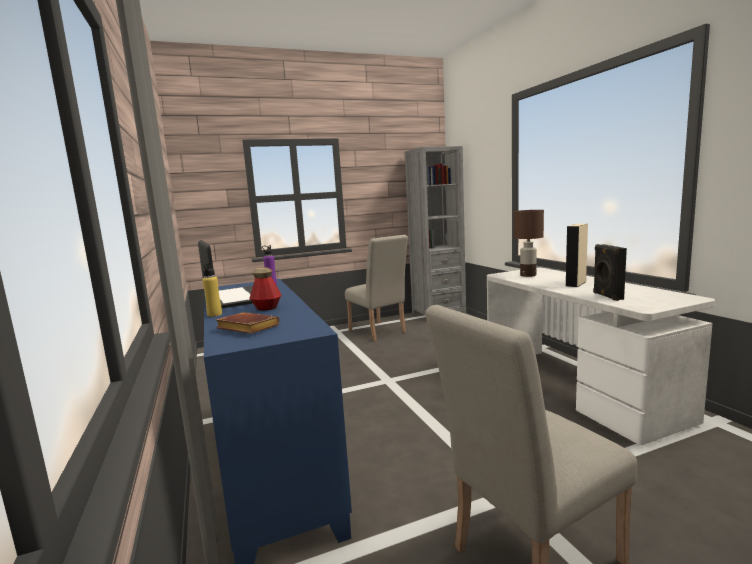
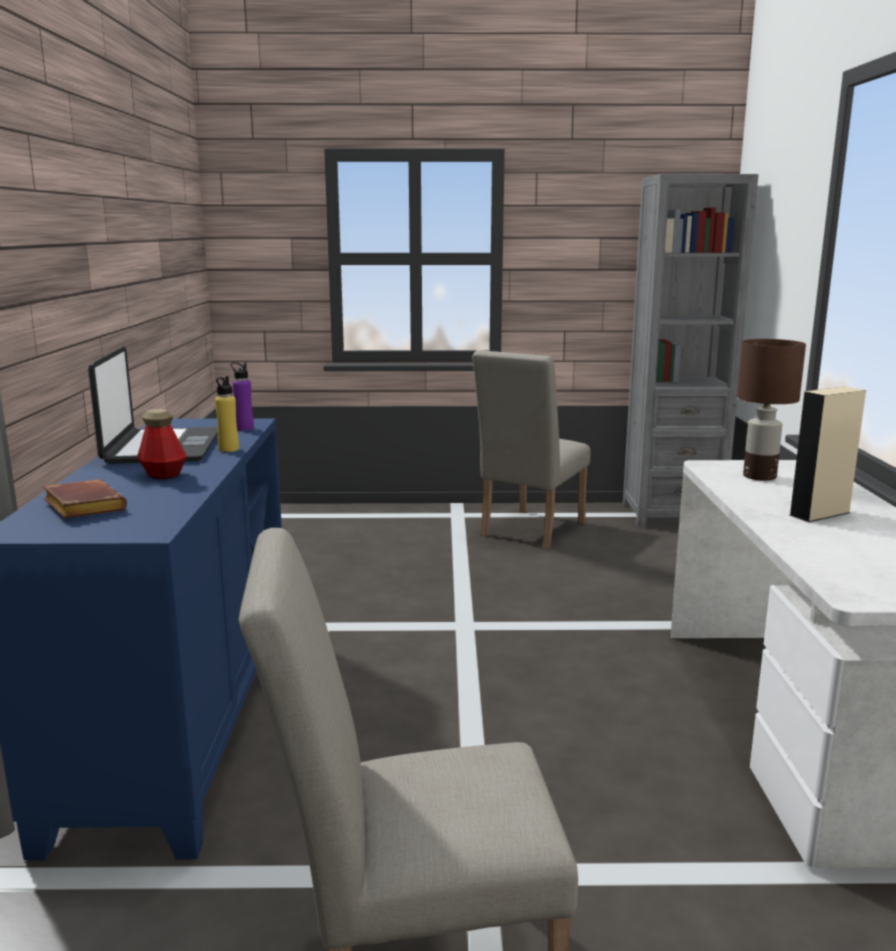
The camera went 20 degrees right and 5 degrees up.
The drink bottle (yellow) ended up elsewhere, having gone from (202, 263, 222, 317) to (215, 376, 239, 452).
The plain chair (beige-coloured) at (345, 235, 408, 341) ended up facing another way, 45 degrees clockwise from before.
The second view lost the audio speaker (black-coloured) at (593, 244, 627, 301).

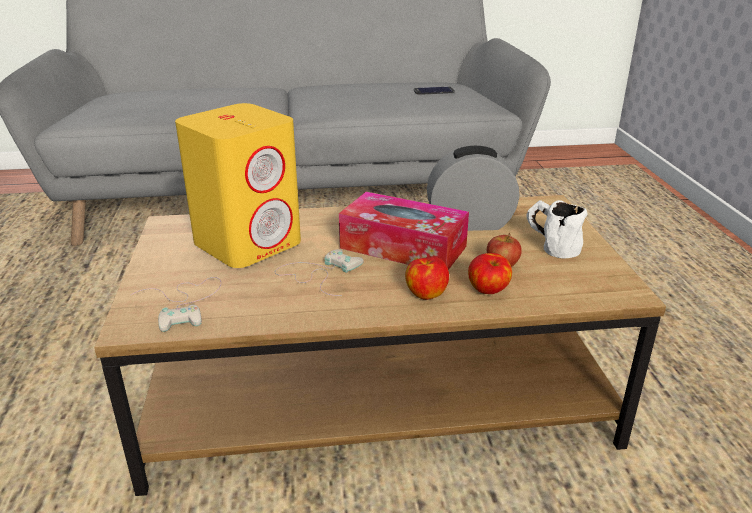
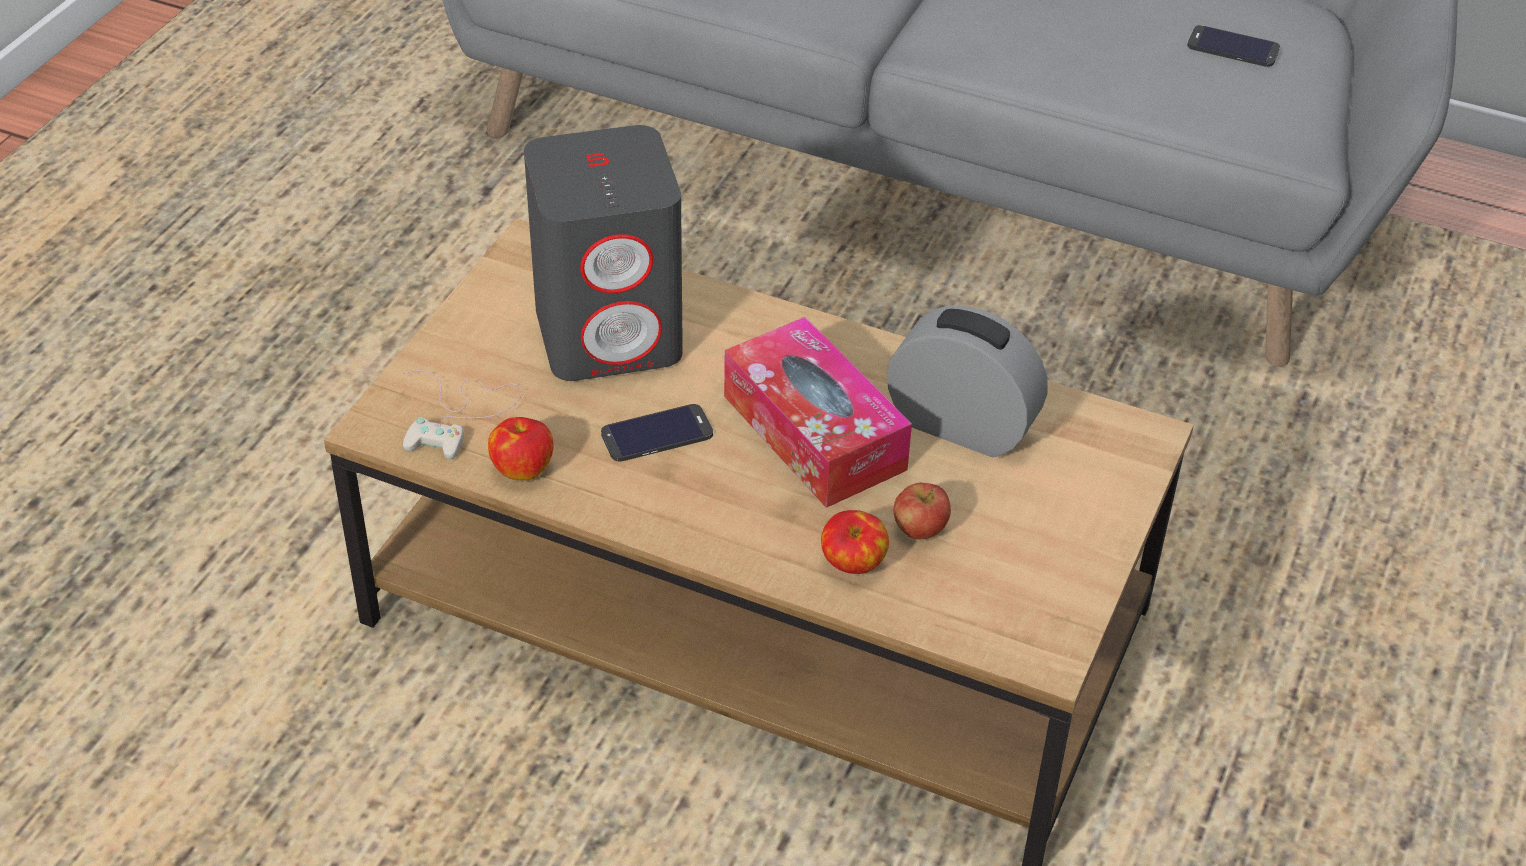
The camera went 30 degrees right and 15 degrees up.
The whole apple ended up elsewhere, having gone from (405, 256, 449, 300) to (488, 417, 553, 480).
What was the audio speaker (yellow) at (175, 103, 301, 268) turned into the audio speaker (greyish) at (524, 125, 683, 381).
Where the game controller (white) stood at (275, 249, 364, 296), the telephone came to stand at (601, 404, 713, 462).
The second view lost the mug (white) at (526, 200, 588, 259).

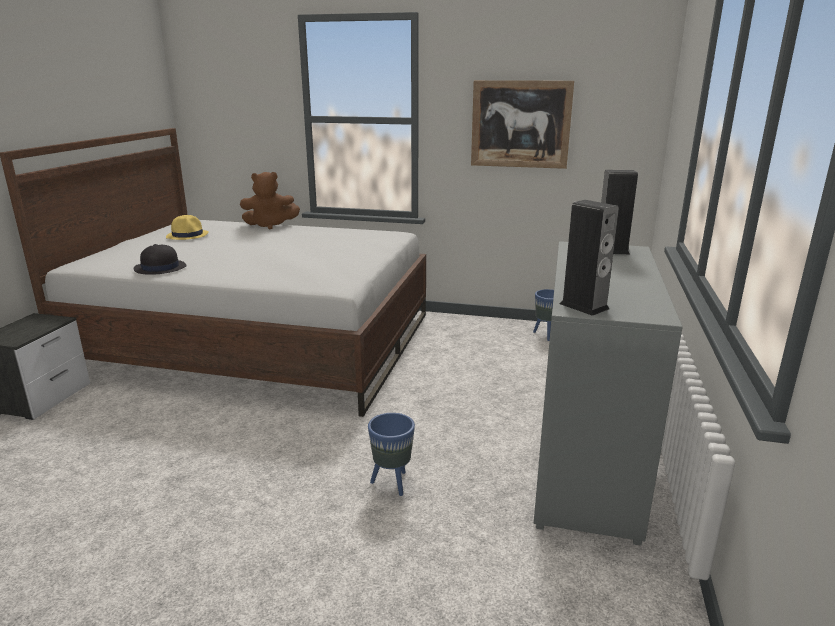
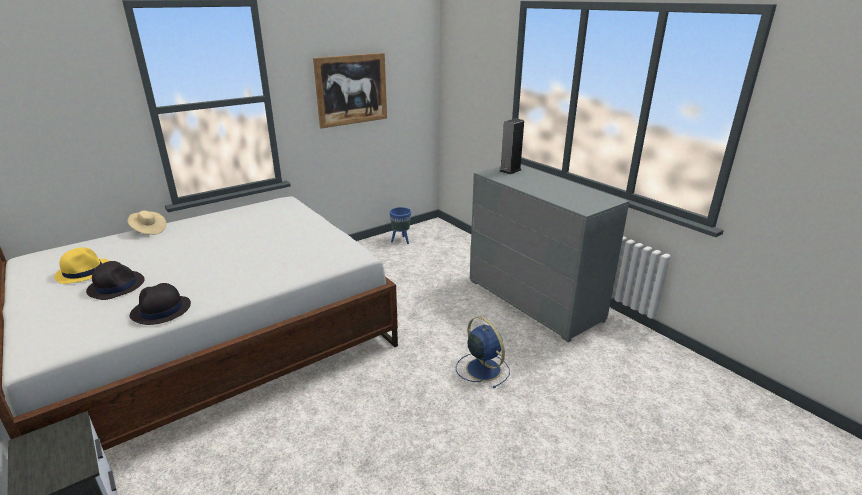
The camera went 50 degrees left and 5 degrees up.
The second view gained the hat (black-coloured) at (86, 261, 145, 300).
Where the soft toy (brownish) stood at (240, 172, 300, 229), the hat (beige-coloured) came to stand at (128, 210, 166, 235).
Where the plant pot (bluish) stood at (368, 413, 415, 496), the fan (bluish) came to stand at (456, 316, 510, 388).
The second view lost the audio speaker at (560, 200, 619, 316).

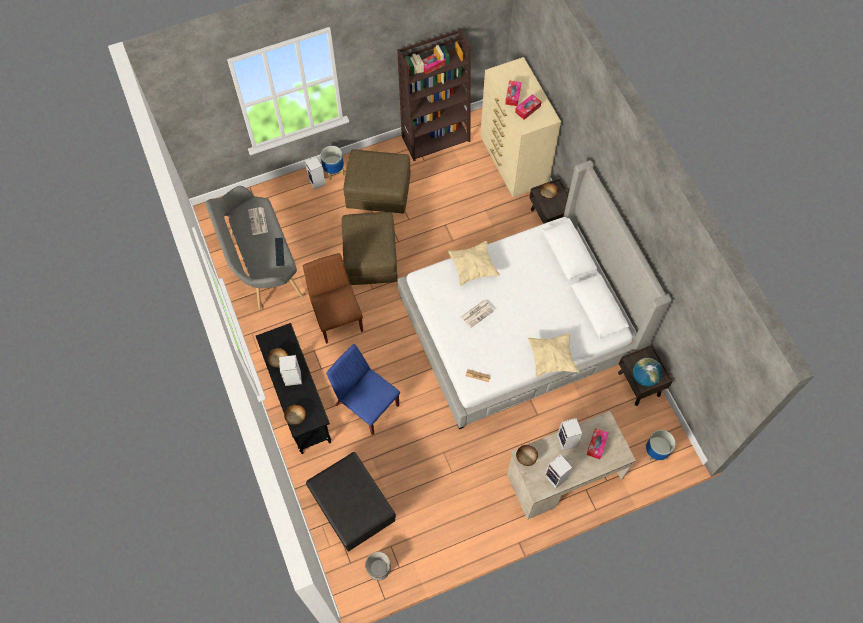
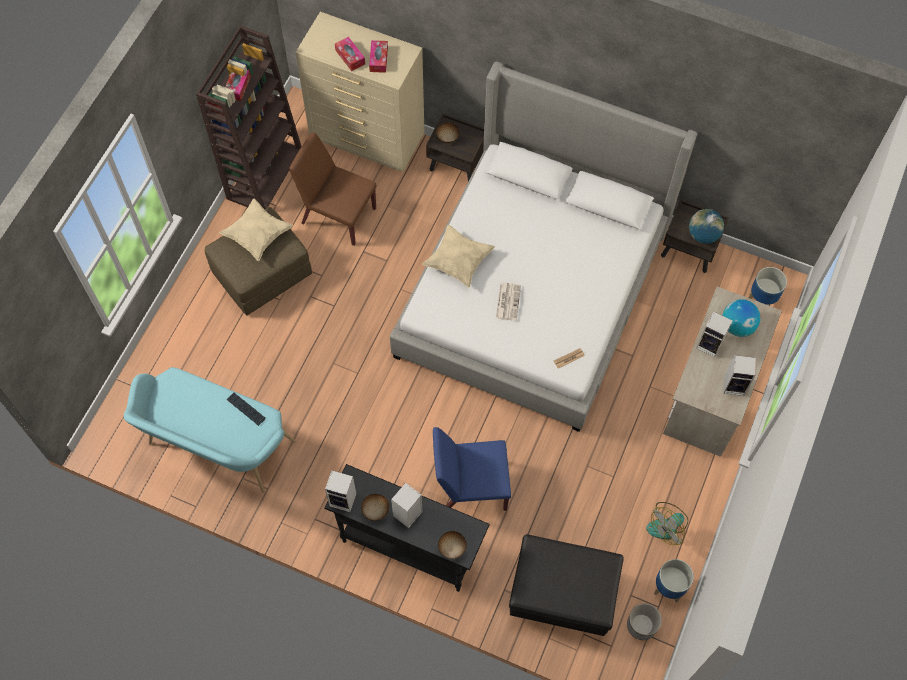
The camera went 45 degrees left and 0 degrees up.
What was the bench (greyish) at (206, 186, 303, 310) turned into the bench (turquoise) at (124, 367, 296, 493).
The cushion (beige-coloured) ended up elsewhere, having gone from (528, 333, 579, 378) to (220, 199, 293, 261).
The plain chair (brownish) ended up elsewhere, having gone from (303, 253, 363, 344) to (289, 132, 377, 246).
The audio speaker ended up elsewhere, having gone from (305, 156, 326, 190) to (325, 470, 356, 512).
The second view gained the fan at (646, 502, 688, 545).
The plant pot ended up elsewhere, having gone from (320, 146, 344, 181) to (654, 559, 694, 603).
Where the tissue box stood at (587, 428, 608, 459), the desk globe came to stand at (722, 299, 760, 337).
The second view lost the daily paper at (248, 207, 268, 235).
The second view lost the pouffe (brownish) at (342, 212, 398, 285).
The second view lost the serving bowl at (516, 445, 538, 466).

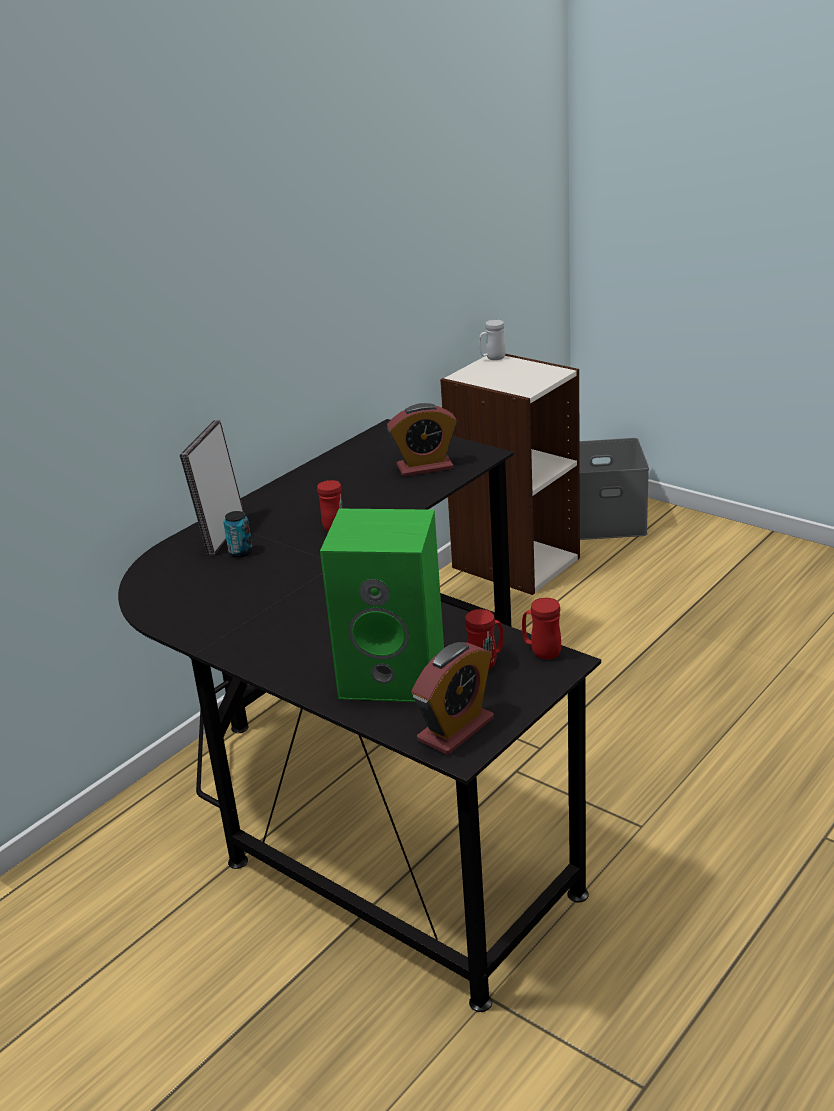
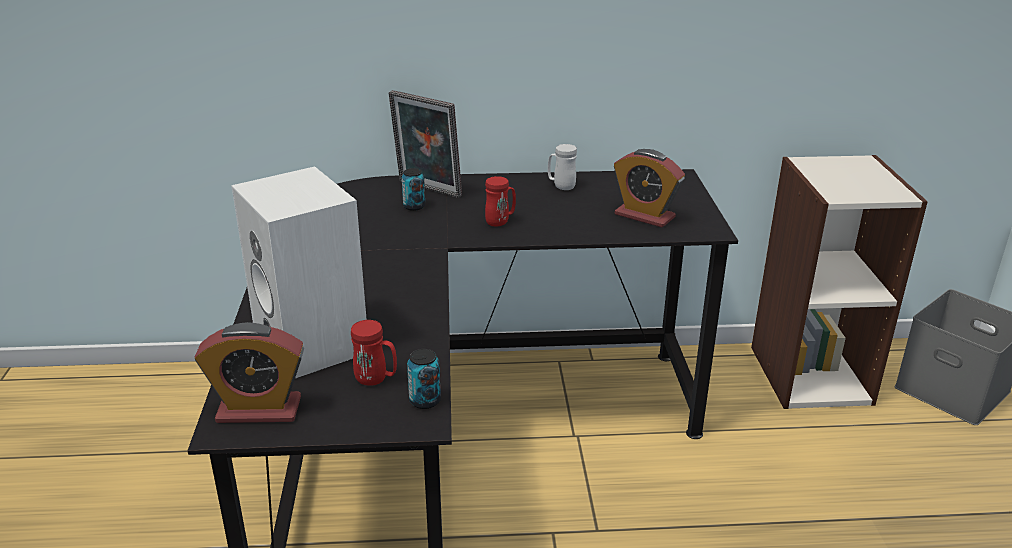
The camera went 45 degrees right and 0 degrees up.
What was the audio speaker (green) at (320, 509, 444, 702) turned into the audio speaker (white) at (231, 166, 367, 378).
The picture frame at (180, 420, 244, 556) ended up facing another way, 120 degrees counterclockwise from before.
Where the mug (red) stood at (522, 598, 561, 659), the sealed can came to stand at (407, 349, 441, 409).
The mug (white) ended up elsewhere, having gone from (479, 320, 506, 360) to (548, 144, 577, 190).

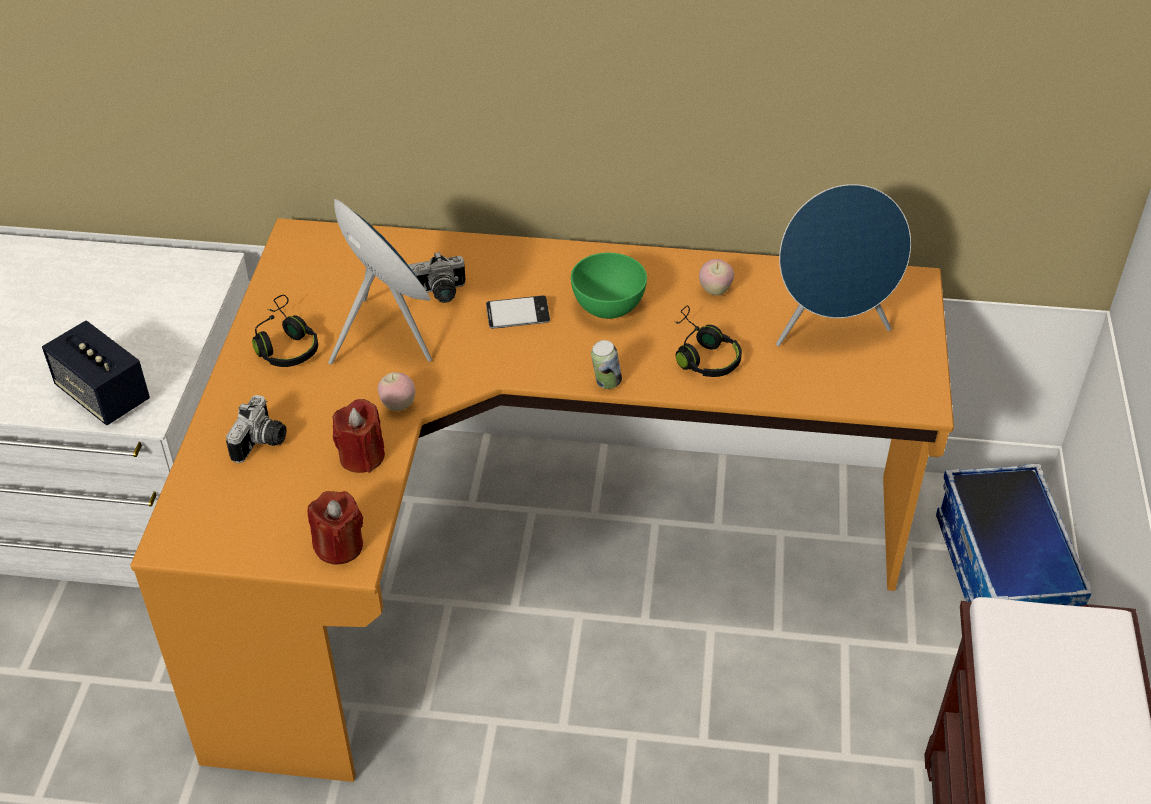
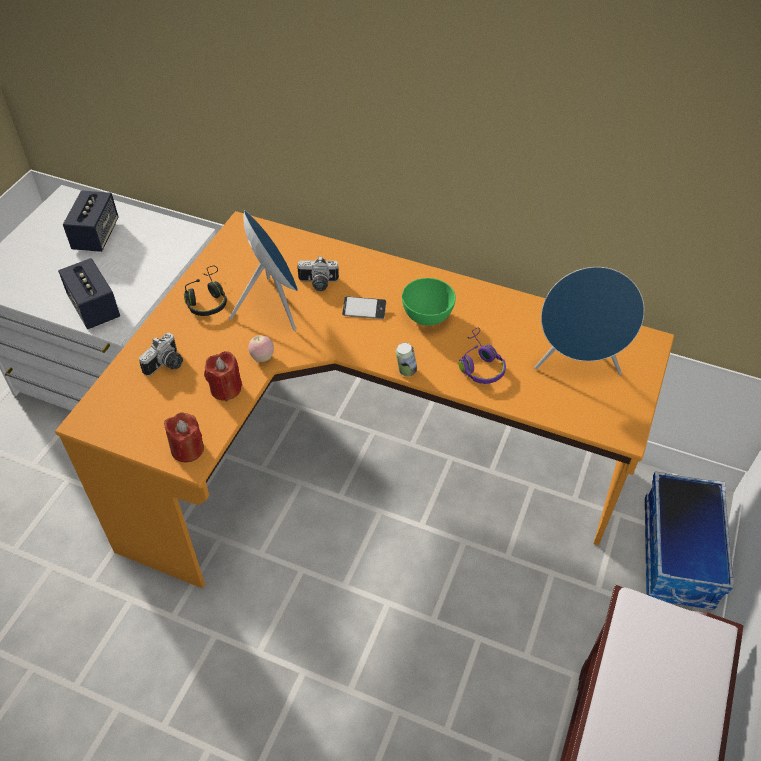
The camera went 15 degrees right and 5 degrees up.
The second view gained the audio speaker at (63, 190, 119, 252).
What was the headset (black-coloured) at (674, 305, 742, 377) turned into the headset (purple-coloured) at (459, 327, 506, 384).
The second view lost the whole apple at (699, 259, 734, 296).

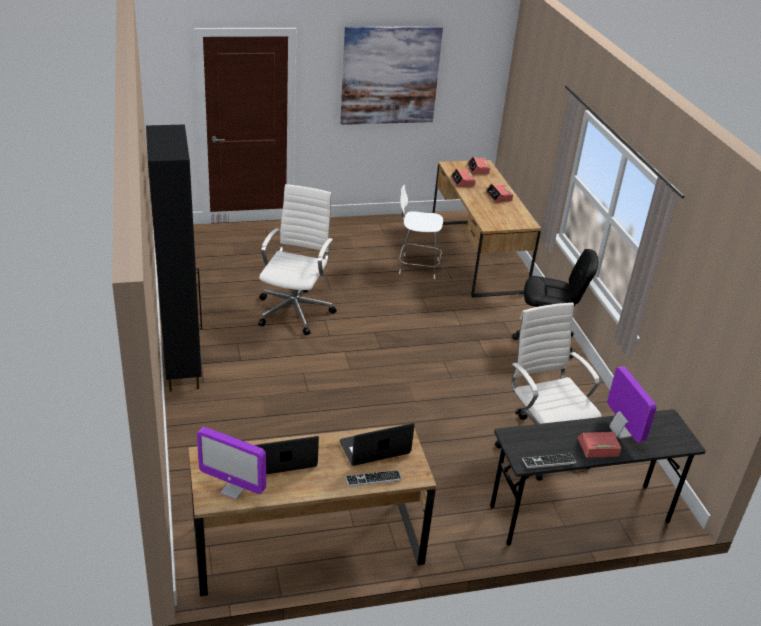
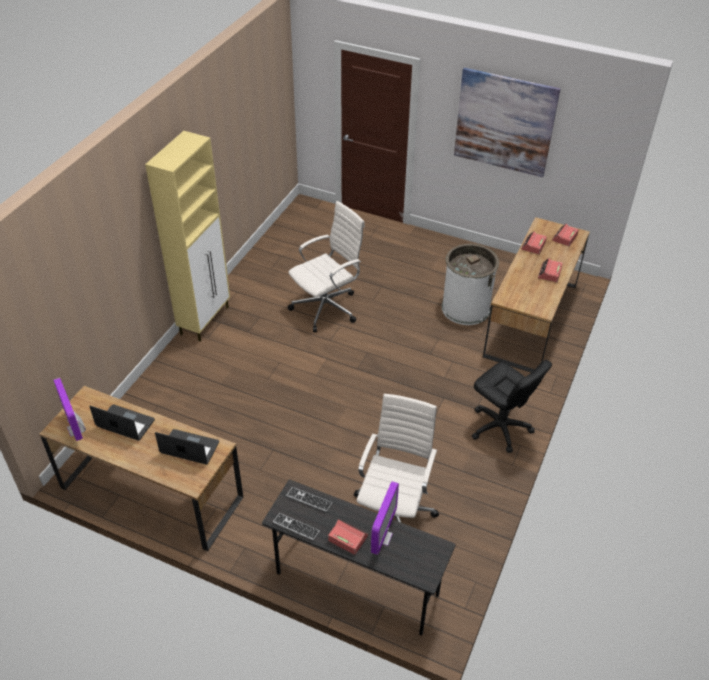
The camera went 40 degrees right and 10 degrees up.
What was the cupboard (black-coloured) at (146, 124, 202, 392) turned into the cupboard (beige-coloured) at (145, 131, 230, 342).
The keyboard ended up elsewhere, having gone from (345, 470, 402, 487) to (286, 487, 332, 512).
Where the plain chair (white) stood at (399, 185, 443, 279), the rubbish bin (white) came to stand at (442, 244, 499, 325).

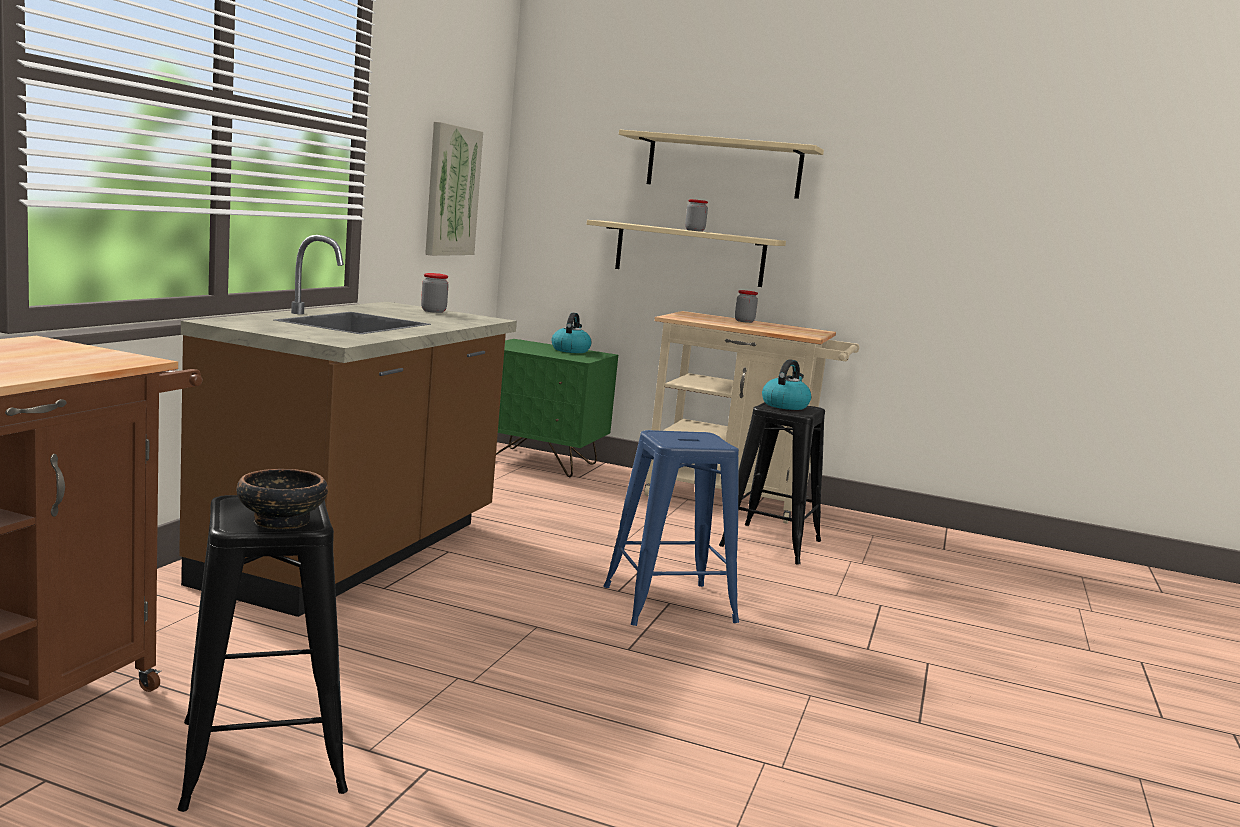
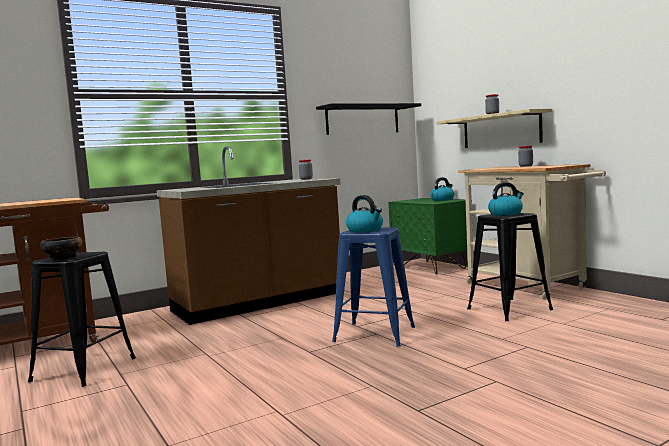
The camera went 40 degrees right and 5 degrees down.
Where the picture hung at (425, 122, 483, 256), the bracket shelf (black-coloured) came to hang at (316, 103, 421, 135).
The second view gained the tea kettle at (346, 195, 383, 232).
The second view lost the bracket shelf (beige-coloured) at (619, 130, 824, 199).

